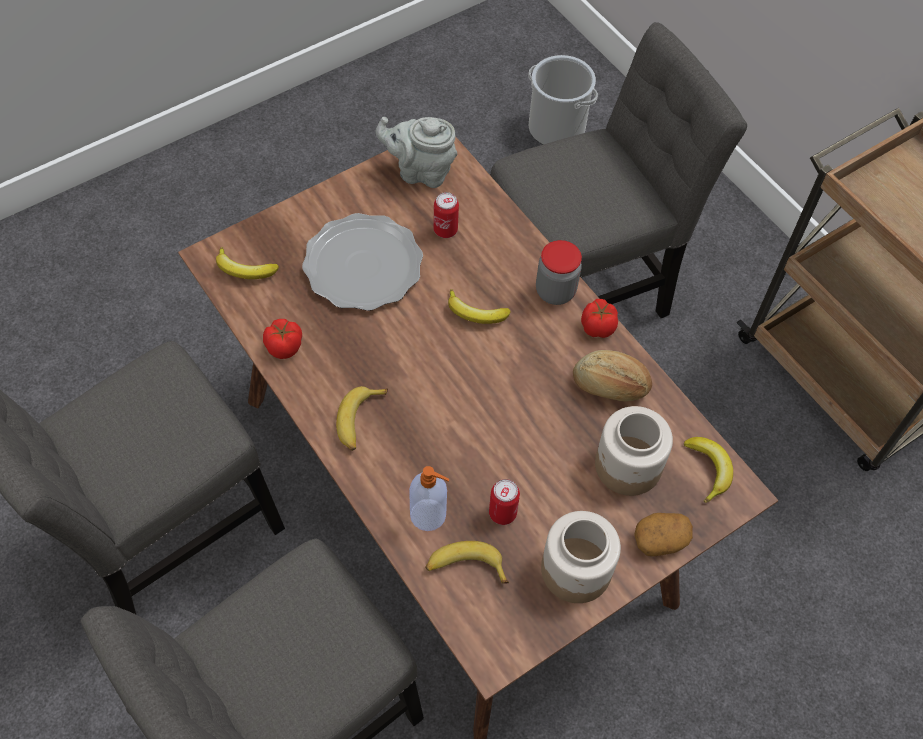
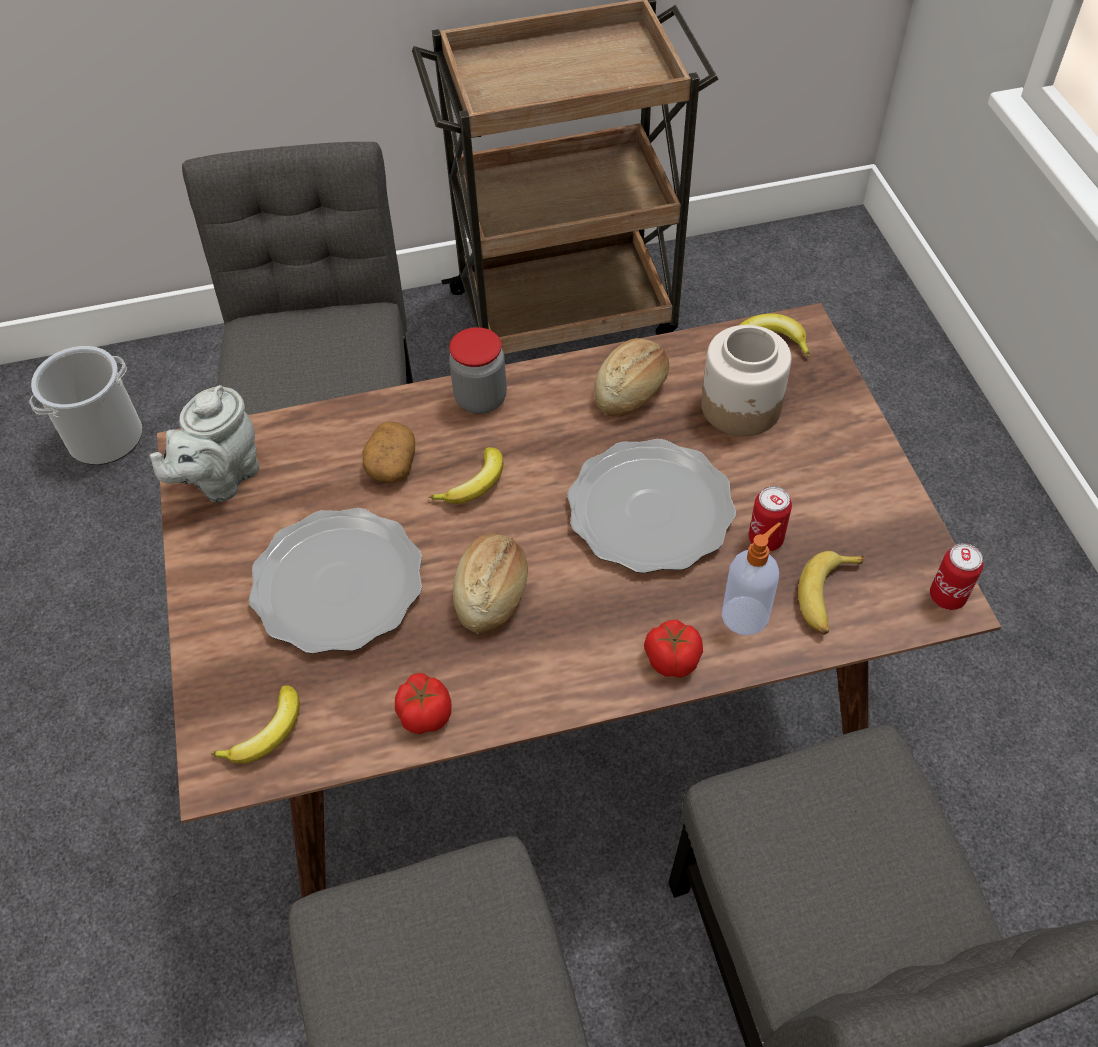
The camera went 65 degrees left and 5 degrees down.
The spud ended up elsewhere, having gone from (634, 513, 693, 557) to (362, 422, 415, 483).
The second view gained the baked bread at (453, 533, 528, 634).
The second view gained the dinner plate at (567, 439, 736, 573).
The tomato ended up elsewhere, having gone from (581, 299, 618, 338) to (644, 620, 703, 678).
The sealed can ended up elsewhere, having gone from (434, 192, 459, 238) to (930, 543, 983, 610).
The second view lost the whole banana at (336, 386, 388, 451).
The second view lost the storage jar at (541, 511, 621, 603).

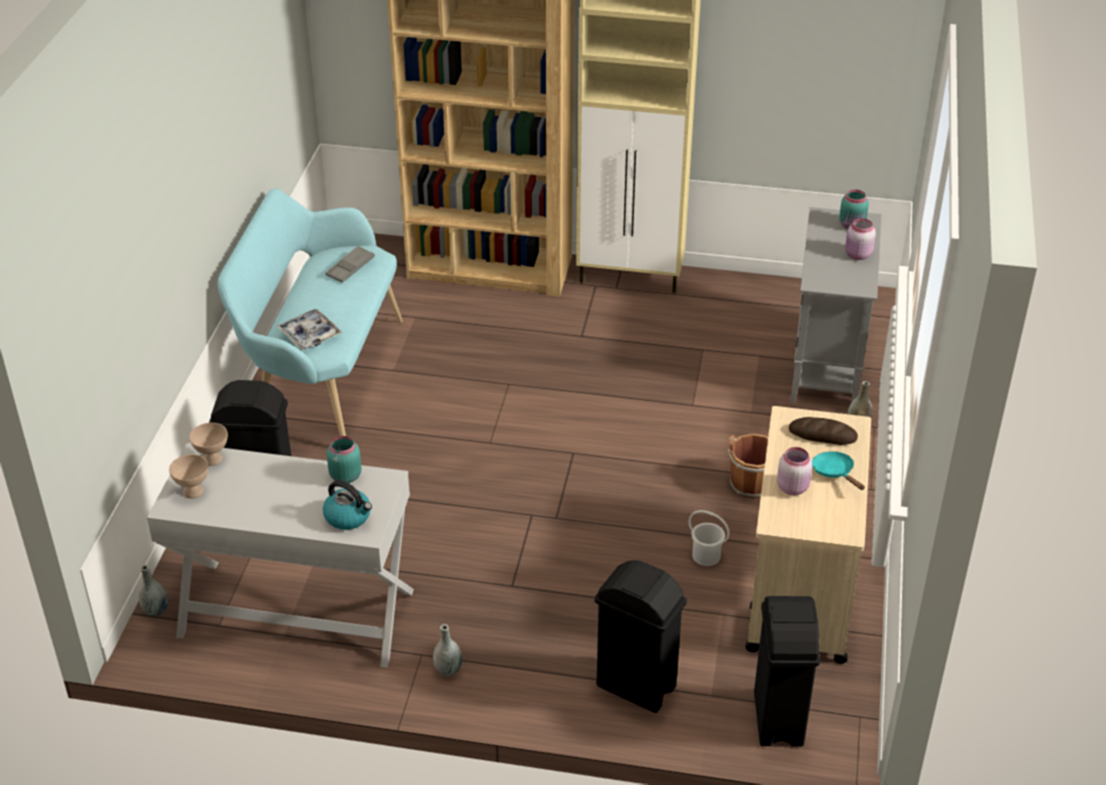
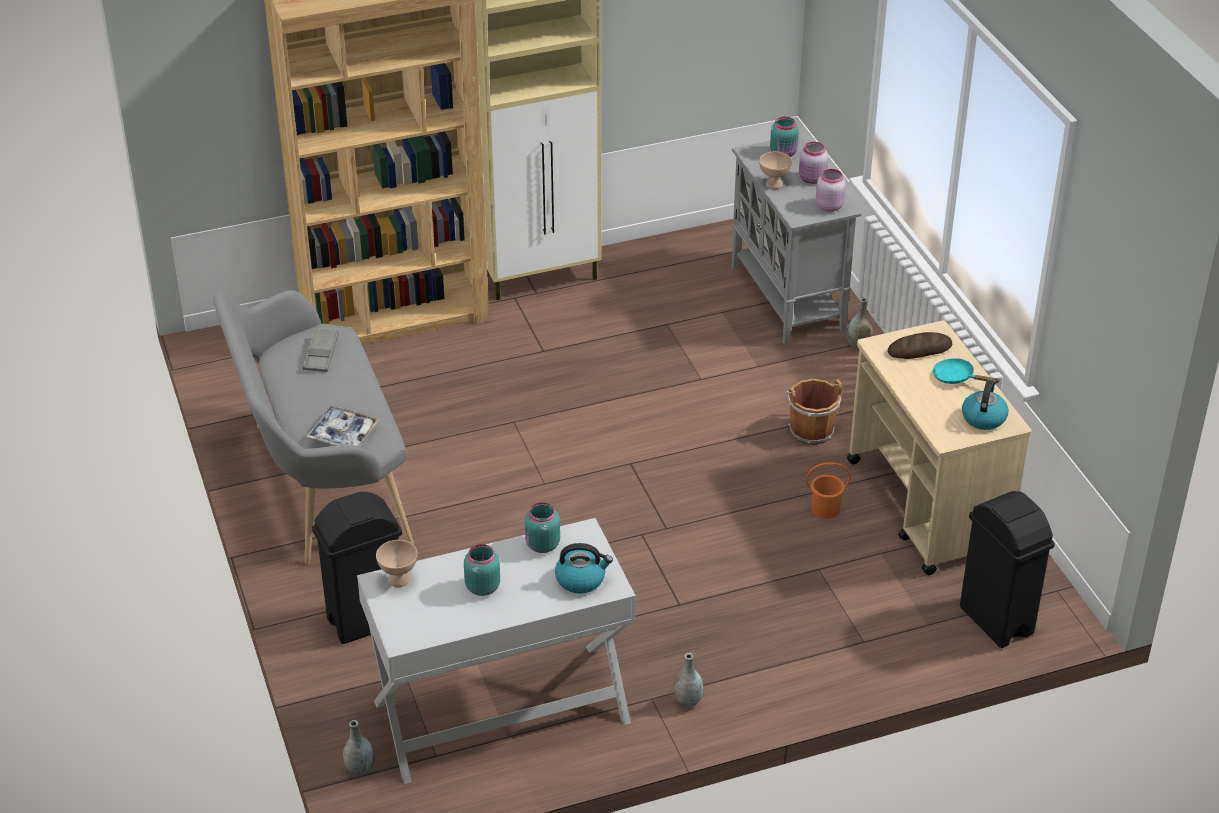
The camera went 30 degrees left and 0 degrees up.
What was the bench (turquoise) at (218, 188, 403, 436) turned into the bench (greyish) at (213, 290, 414, 564).
The second view gained the storage jar (turquoise) at (464, 544, 500, 596).
The serving bowl (beige-coloured) ended up elsewhere, having gone from (169, 454, 209, 499) to (759, 152, 792, 189).
What was the pail (white) at (688, 510, 730, 566) turned into the pail (orange-coloured) at (806, 462, 851, 519).
The storage jar (pinkish) ended up elsewhere, having gone from (777, 447, 812, 495) to (816, 169, 846, 212).
The second view gained the tea kettle at (962, 380, 1008, 430).
The second view lost the rubbish bin (black-coloured) at (595, 560, 687, 713).

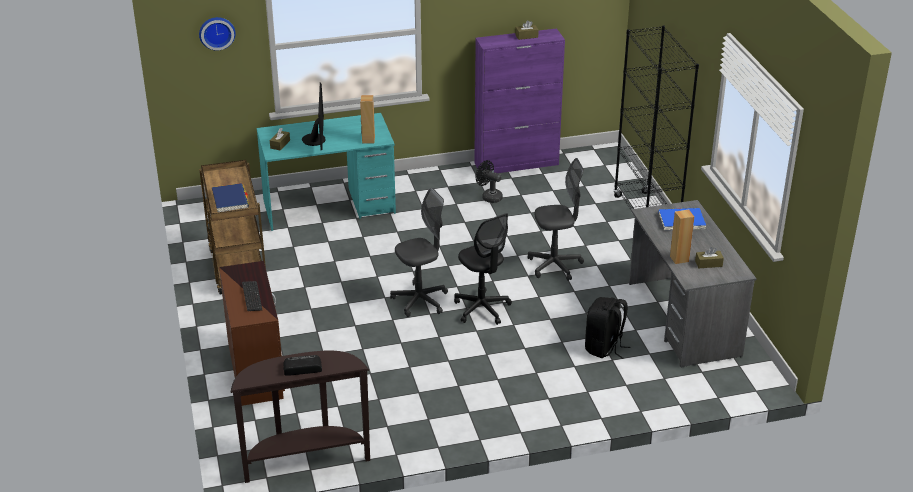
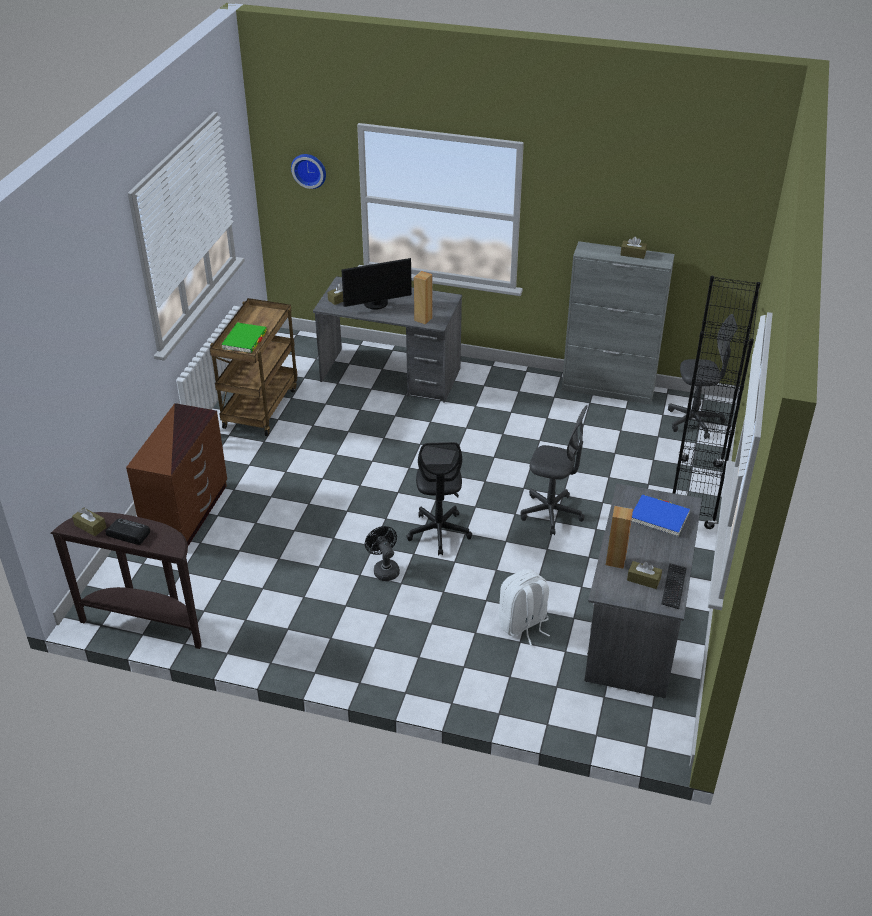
The camera went 30 degrees right and 5 degrees up.
The second view gained the tissue box (brownish) at (72, 507, 107, 536).
What was the volume (bluish) at (212, 183, 249, 212) turned into the volume (green) at (221, 323, 267, 353).
What was the desk table (turquoise) at (257, 113, 396, 231) turned into the desk table (greyish) at (313, 276, 462, 403).
The computer screen at (302, 83, 325, 150) ended up facing another way, 45 degrees clockwise from before.
The fan (black-coloured) ended up elsewhere, having gone from (476, 160, 503, 203) to (365, 526, 400, 581).
What was the rucksack (black-coloured) at (585, 297, 630, 359) turned into the rucksack (white) at (499, 569, 550, 645).
What was the cupboard (purple-coloured) at (474, 28, 565, 176) turned into the cupboard (greyish) at (562, 241, 675, 405).
The keyboard ended up elsewhere, having gone from (242, 281, 262, 311) to (661, 563, 687, 609).
The computer chair (greyish) ended up elsewhere, having gone from (390, 188, 448, 317) to (668, 314, 738, 439).

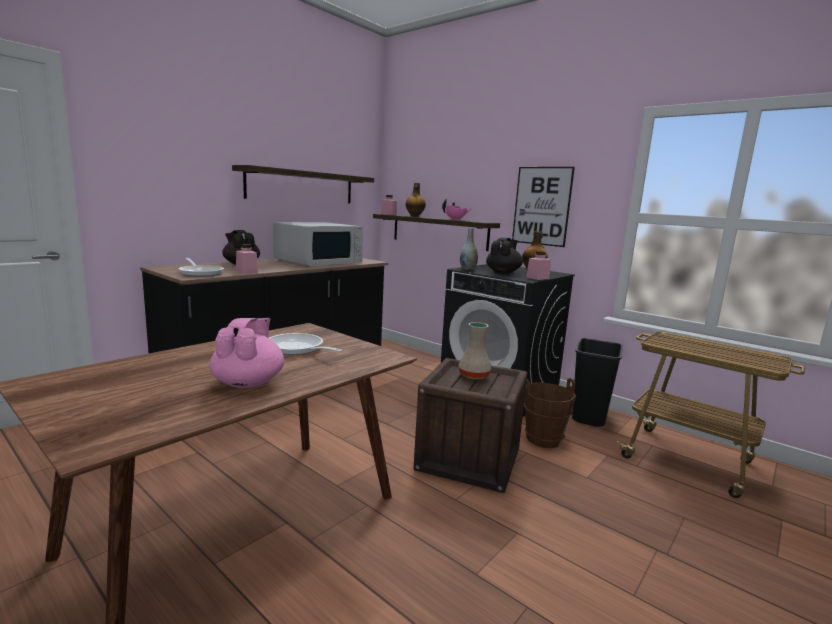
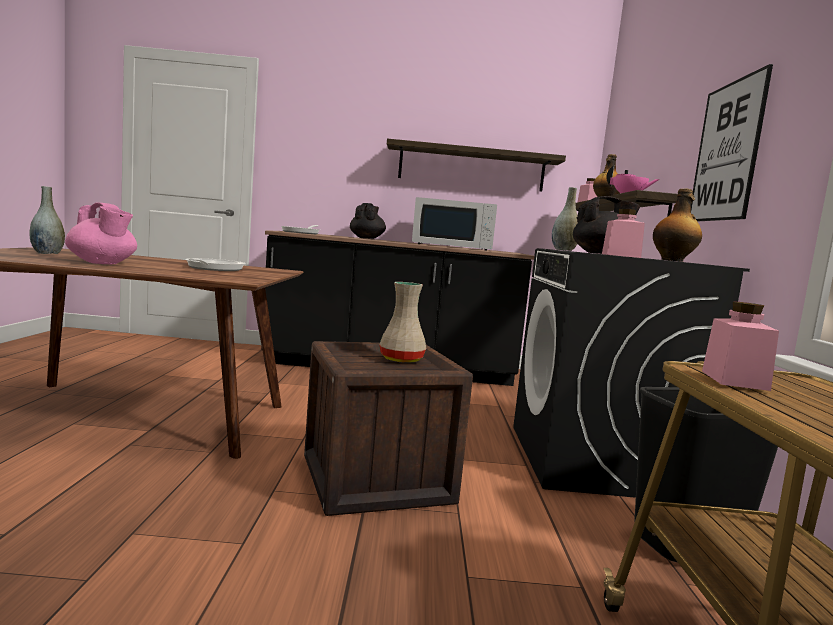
The camera went 50 degrees right and 5 degrees down.
The second view gained the flower vase (greyish) at (30, 186, 65, 254).
The teapot (pinkish) at (210, 318, 284, 388) ended up facing another way, 75 degrees clockwise from before.
The storage jar (pinkish) ended up elsewhere, having gone from (236, 244, 258, 273) to (702, 301, 779, 391).
The second view lost the pail (brownish) at (524, 378, 576, 448).

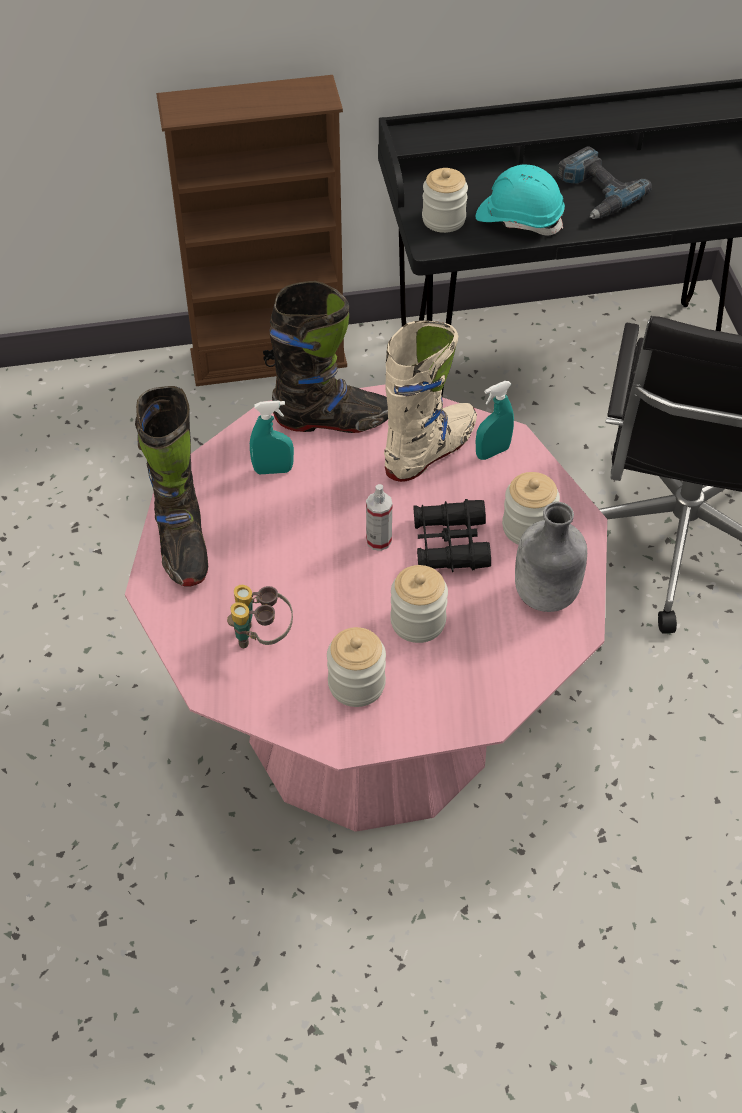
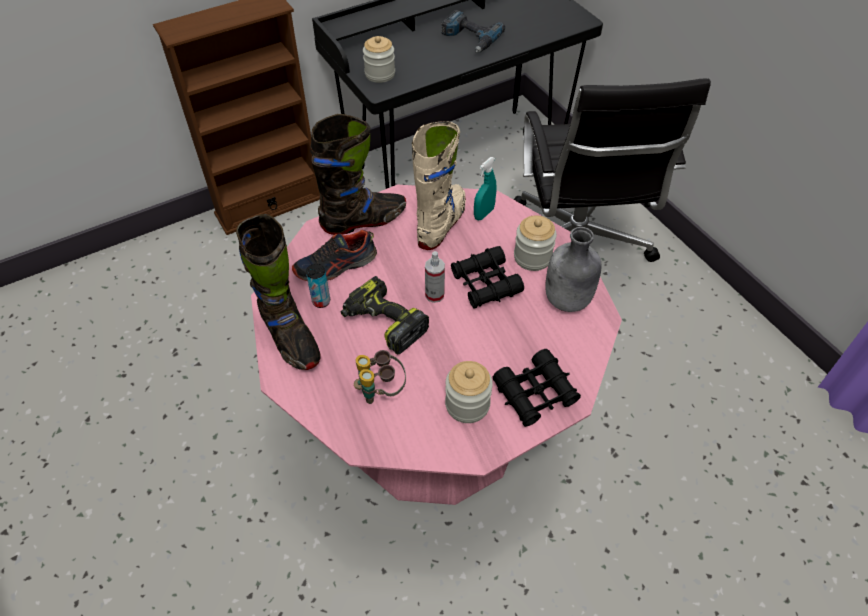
The camera went 20 degrees left and 0 degrees up.
Where the sprayer (turquoise) stood at (250, 400, 294, 474), the item of footwear came to stand at (292, 230, 377, 281).
The second view gained the sealed can at (306, 264, 330, 308).
The second view gained the power drill at (341, 276, 429, 355).
The second view gained the pair of binoculars (black-coloured) at (493, 349, 581, 427).
The second view lost the storage jar at (390, 565, 448, 643).
The second view lost the hard hat (turquoise) at (476, 165, 565, 236).

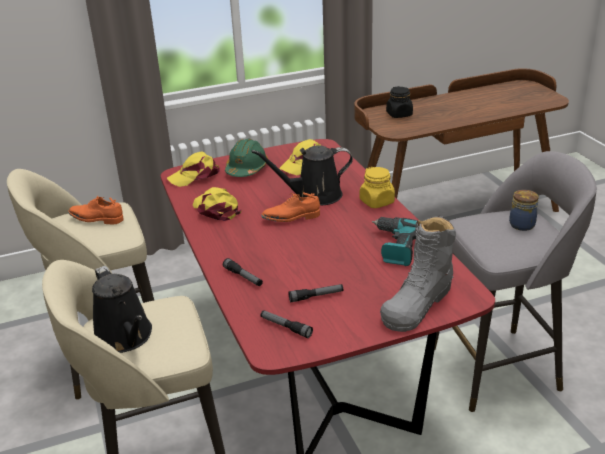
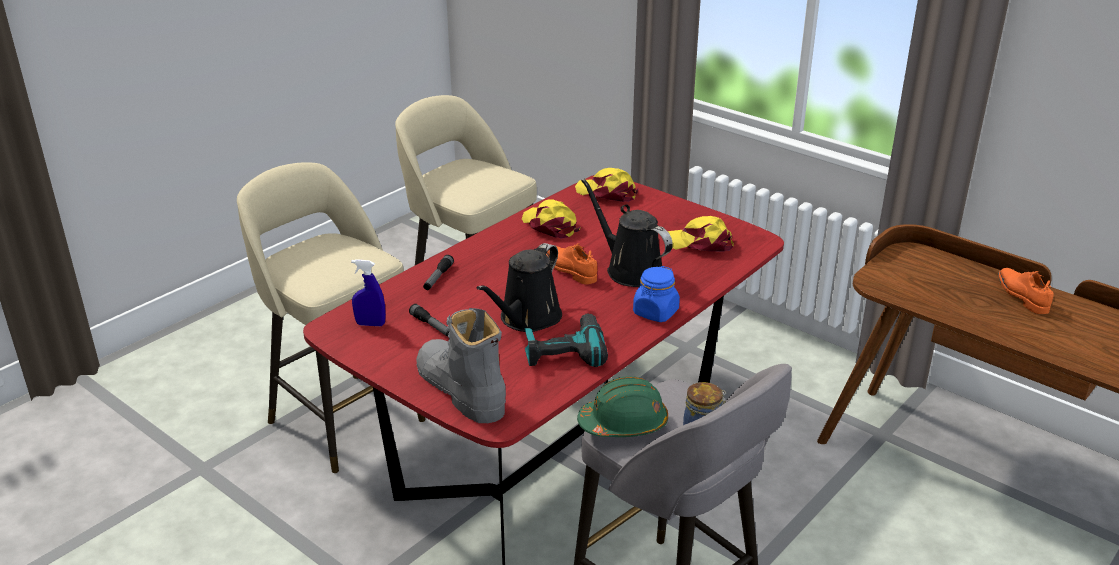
The camera went 60 degrees right and 0 degrees up.
Where the flashlight stood at (261, 310, 313, 338), the sprayer (bluish) came to stand at (351, 259, 386, 326).
The boot (greyish) at (380, 216, 456, 332) ended up facing another way, 45 degrees clockwise from before.
The sprinkling can (black-coloured) ended up elsewhere, having gone from (92, 266, 152, 353) to (477, 243, 562, 332).
The cap (yellow) at (193, 187, 242, 221) ended up facing another way, 60 degrees counterclockwise from before.
The hard hat (green) ended up elsewhere, having gone from (225, 139, 268, 177) to (577, 376, 668, 437).
What was the storage jar (yellow) at (360, 167, 395, 208) turned into the storage jar (bluish) at (633, 266, 680, 322).
The item of footwear (orange-coloured) ended up elsewhere, having gone from (68, 196, 124, 225) to (998, 268, 1054, 314).
The second view lost the storage jar (black-coloured) at (386, 86, 413, 118).

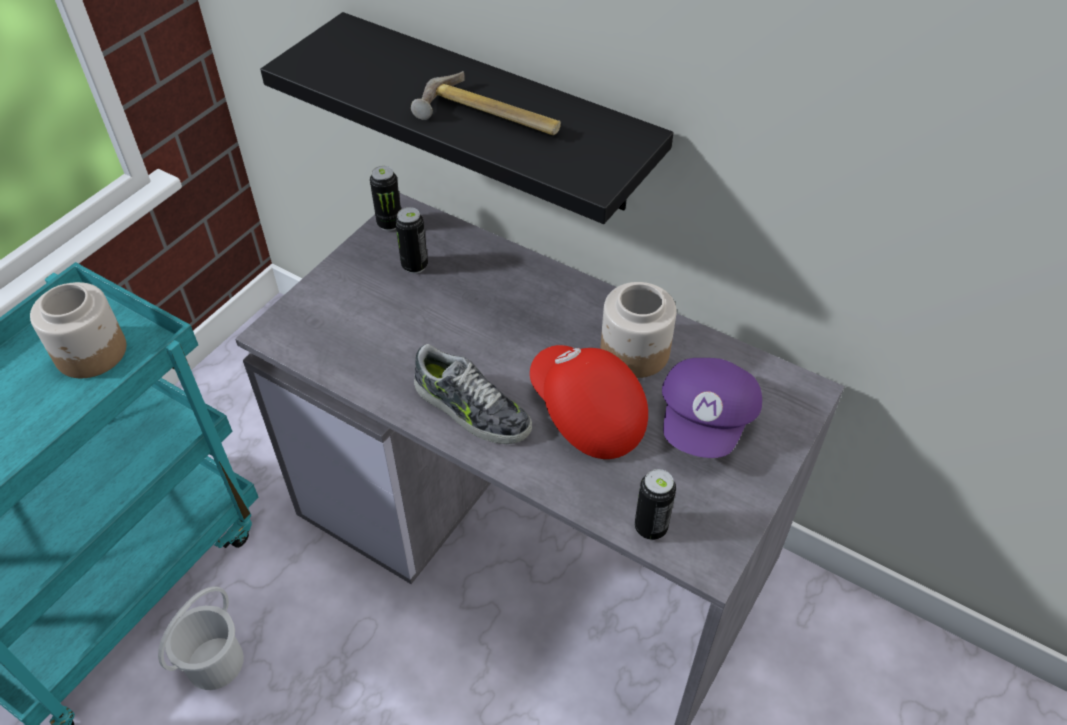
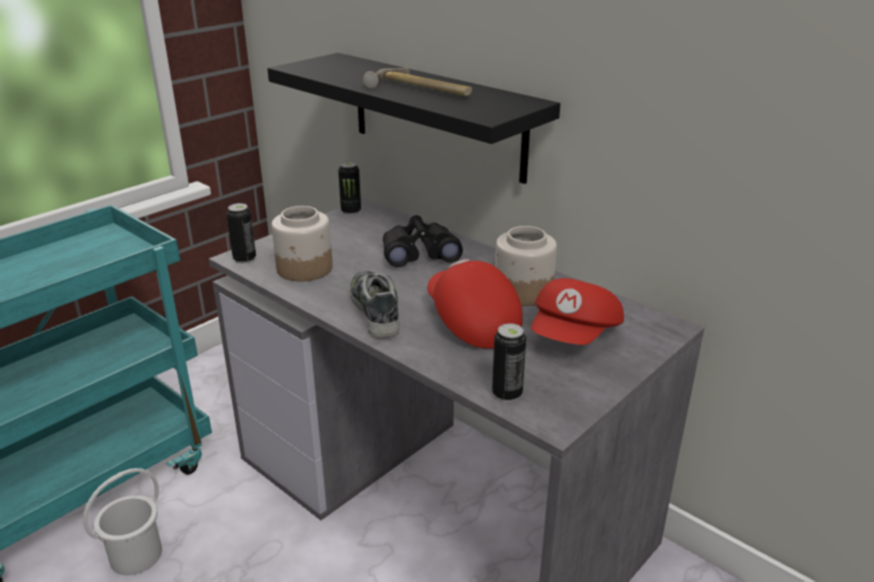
The camera went 10 degrees right and 20 degrees down.
The sealed can ended up elsewhere, having gone from (395, 207, 428, 274) to (226, 203, 256, 264).
The storage jar ended up elsewhere, having gone from (30, 282, 126, 378) to (271, 206, 333, 281).
The item of footwear at (414, 344, 532, 444) ended up facing another way, 150 degrees counterclockwise from before.
The second view gained the pair of binoculars (black-coloured) at (383, 215, 463, 267).
What was the cap (purple-coloured) at (662, 358, 762, 458) turned into the cap (red) at (531, 278, 624, 345).

